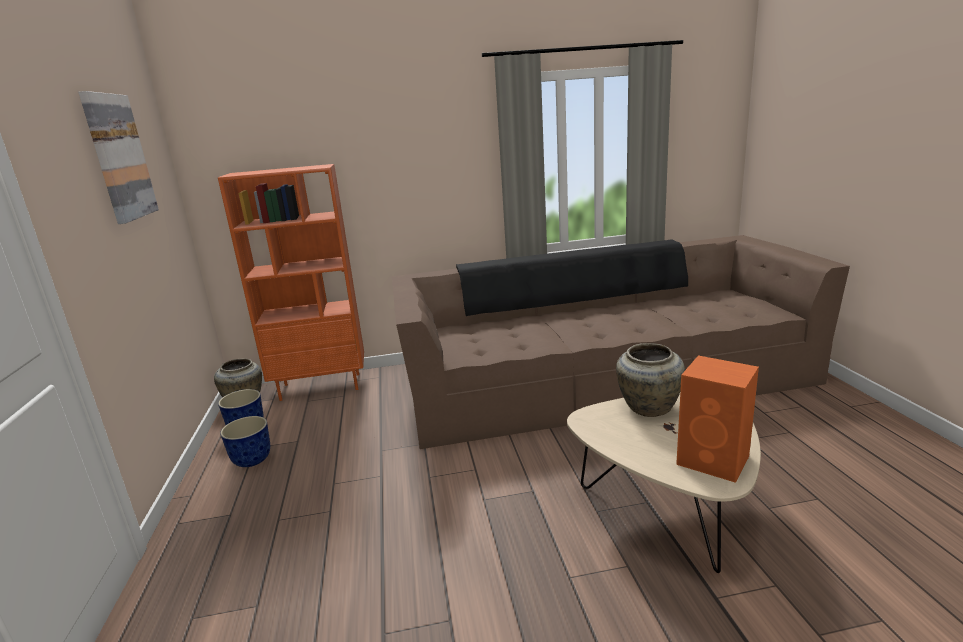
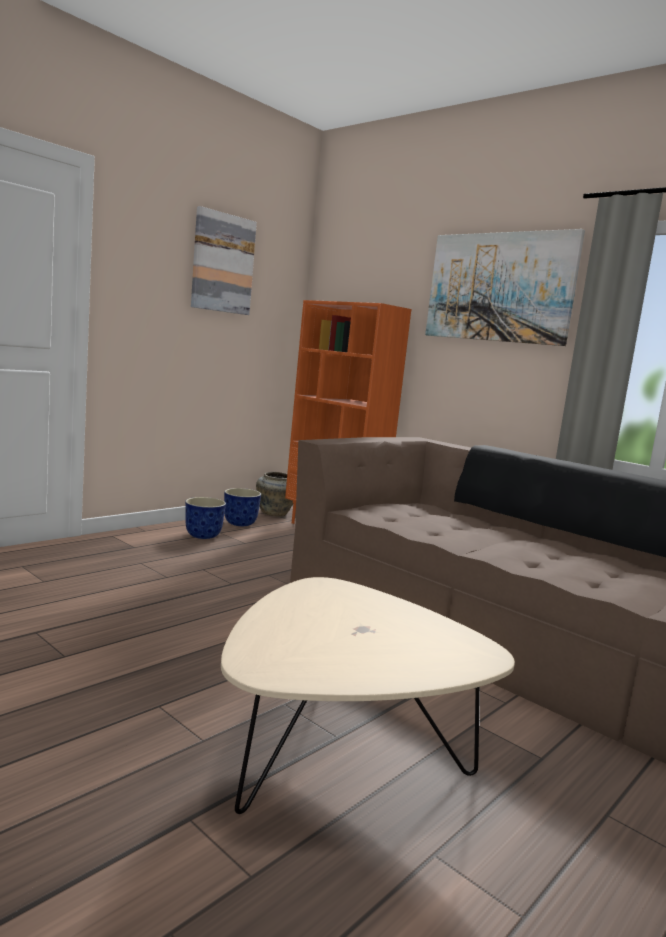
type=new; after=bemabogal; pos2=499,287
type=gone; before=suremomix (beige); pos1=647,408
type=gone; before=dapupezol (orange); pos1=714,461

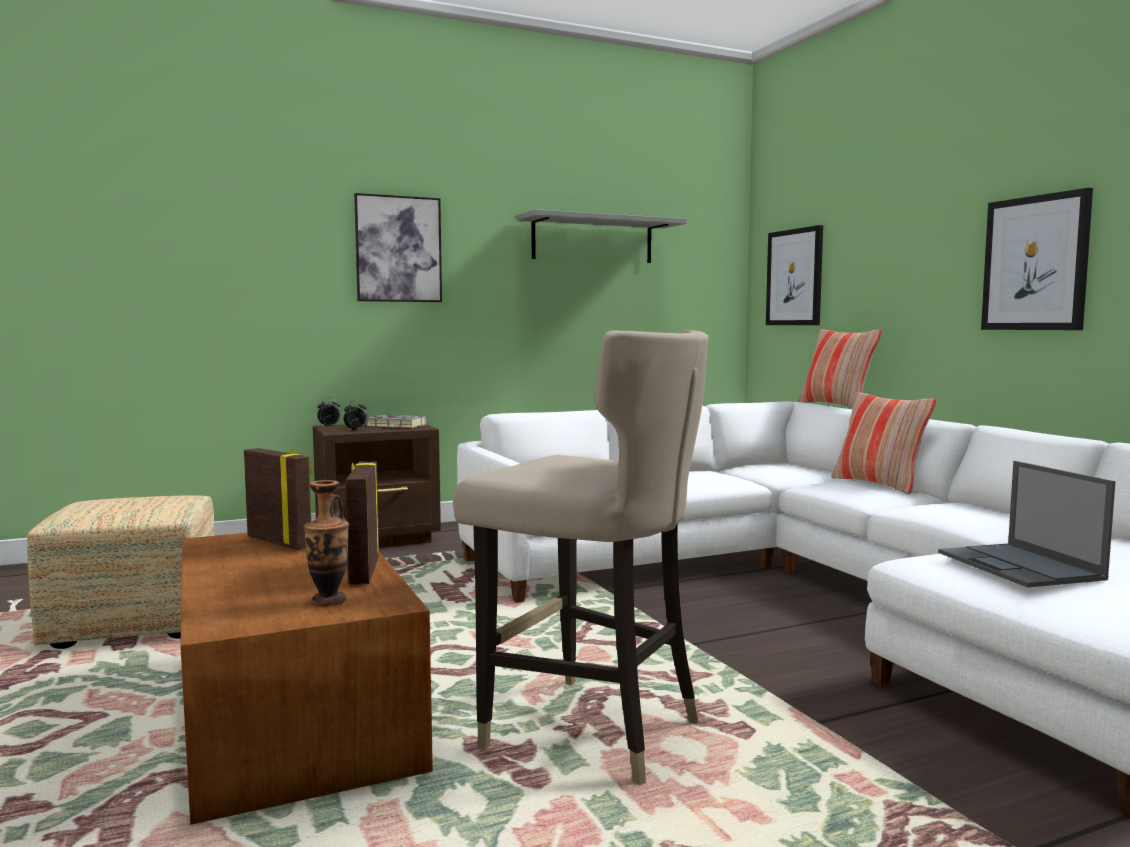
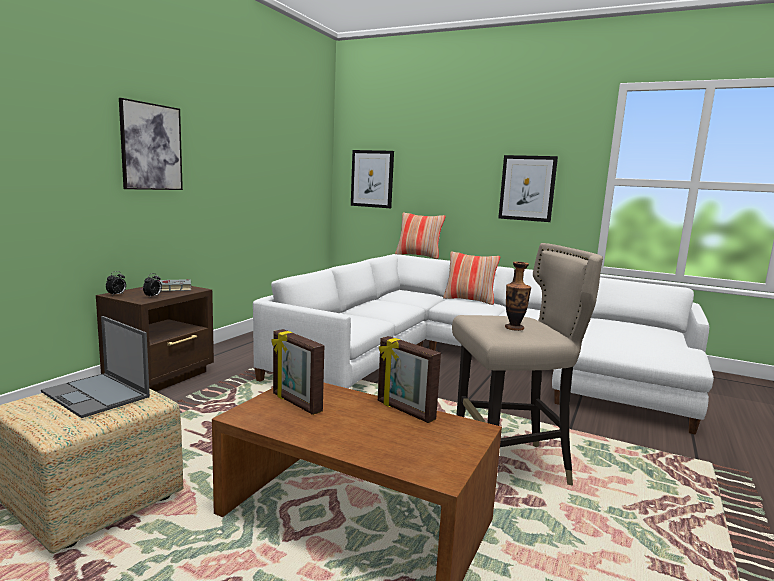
type=shifted; before=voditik; pos1=1020,566; pos2=97,395
type=rotated; before=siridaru; pos1=280,542; pos2=296,403; turn=-135
type=shifted; before=suremomix; pos1=328,601; pos2=514,328
type=gone; before=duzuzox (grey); pos1=592,240

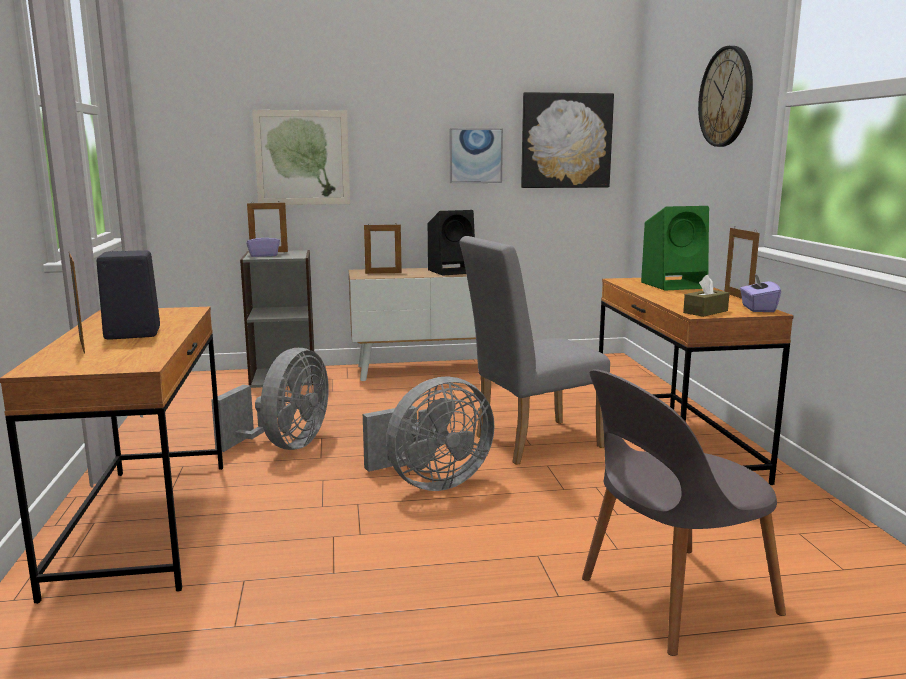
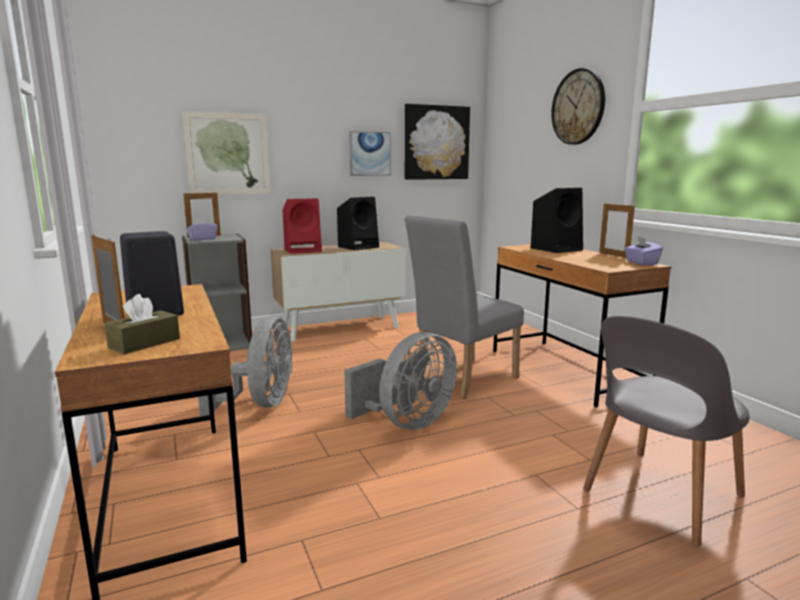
type=shifted; before=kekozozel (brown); pos1=705,312; pos2=144,343
type=swapped; before=siridaru; after=dapupezol (red); pos1=383,273; pos2=304,250
type=repainted; before=dapupezol (green); after=dapupezol (black); pos1=675,285; pos2=557,249

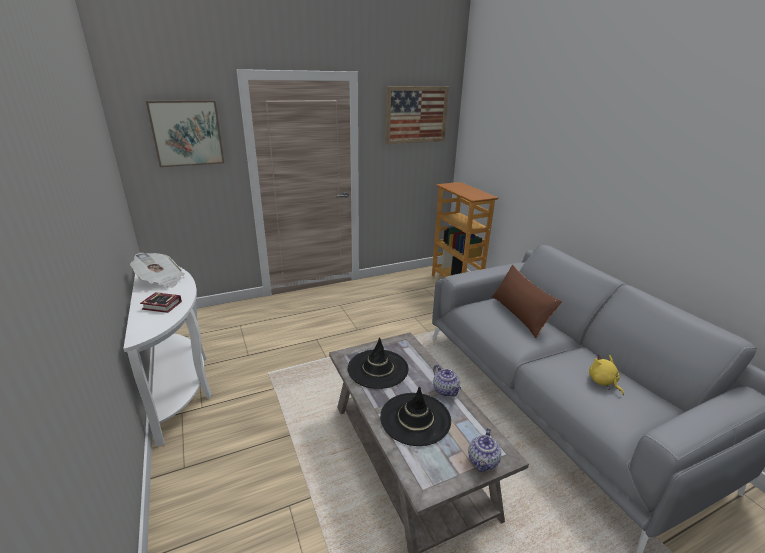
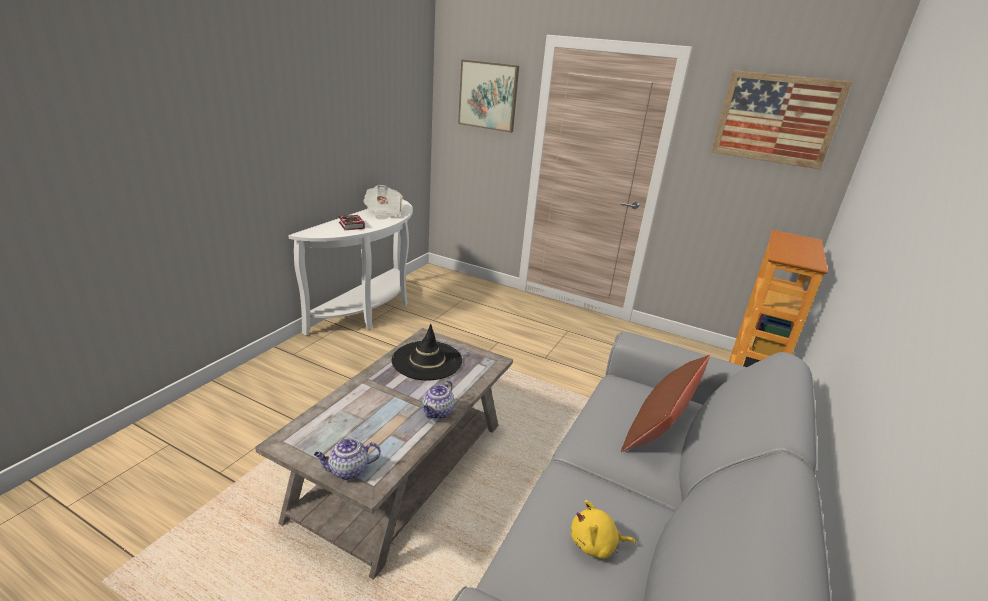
type=rotated; before=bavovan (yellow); pos1=603,382; pos2=596,544; turn=-120
type=gone; before=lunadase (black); pos1=415,418

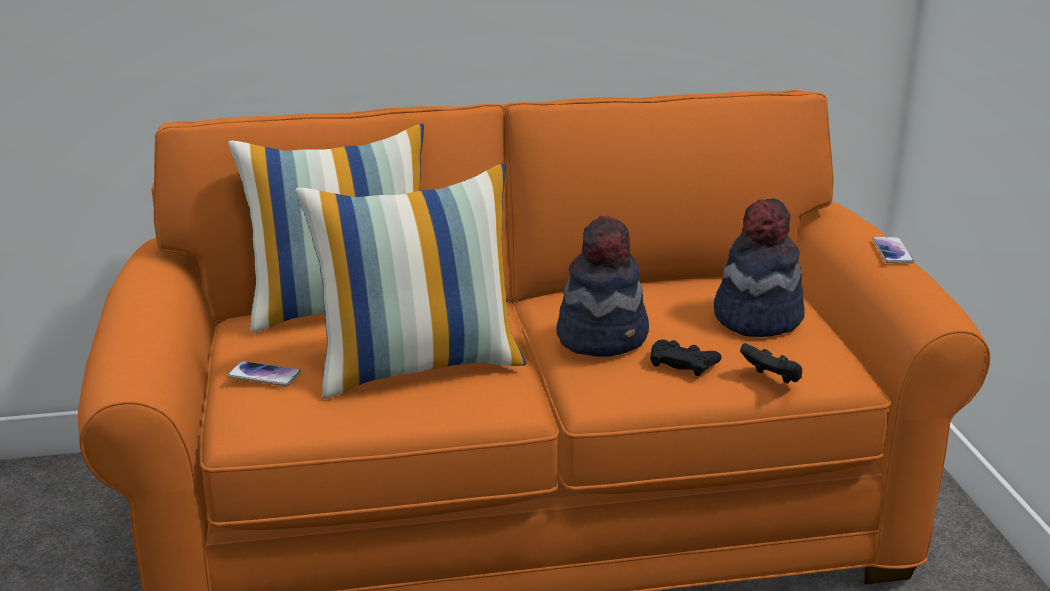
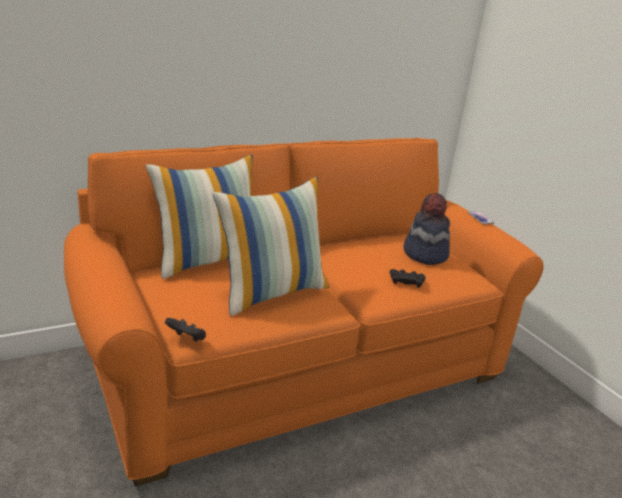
type=shifted; before=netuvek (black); pos1=772,379; pos2=187,339
type=gone; before=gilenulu; pos1=264,375
type=gone; before=lunadase; pos1=603,336

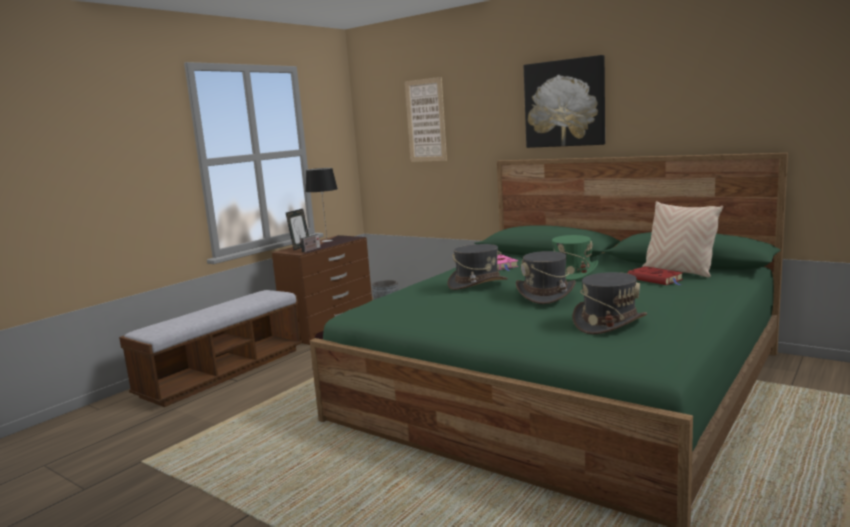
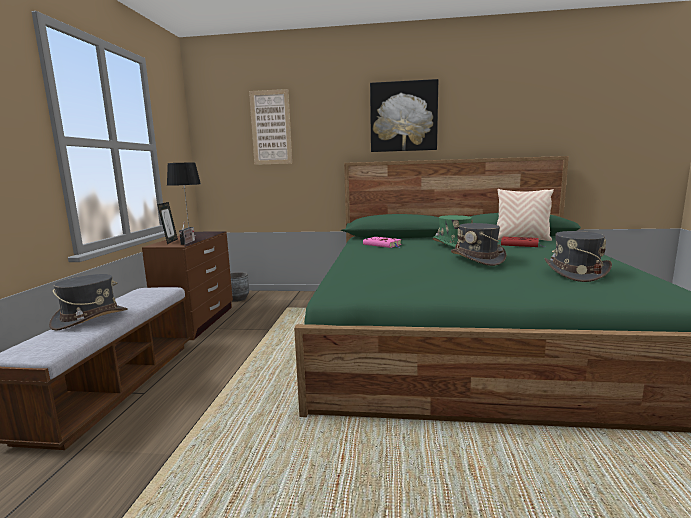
type=shifted; before=lunadase (grey); pos1=477,284; pos2=90,318

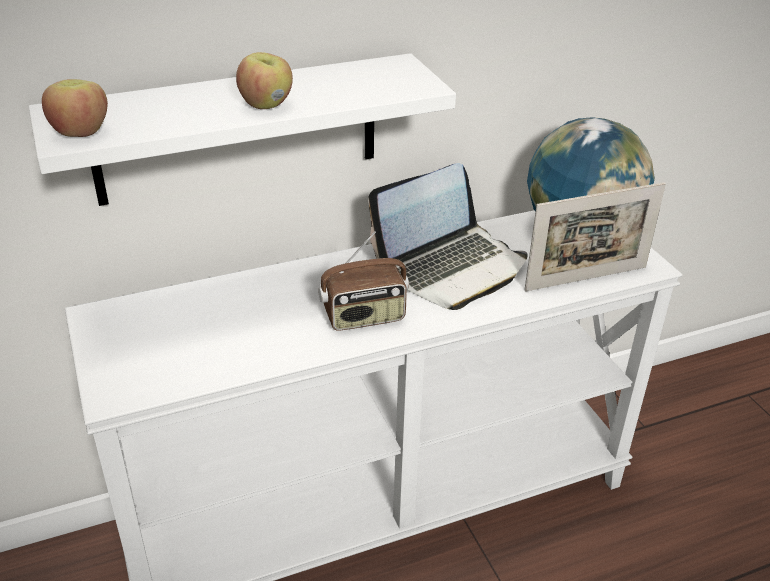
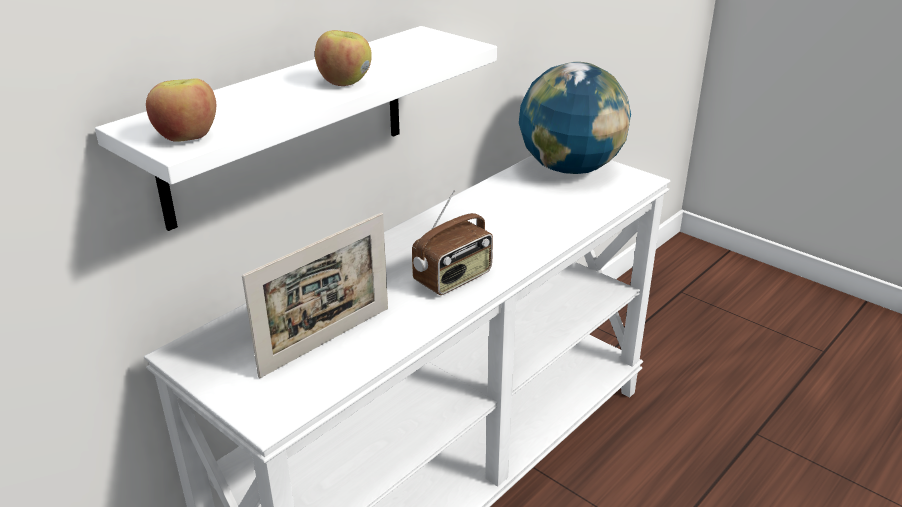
type=shifted; before=siridaru; pos1=586,278; pos2=326,341
type=gone; before=voditik; pos1=451,267

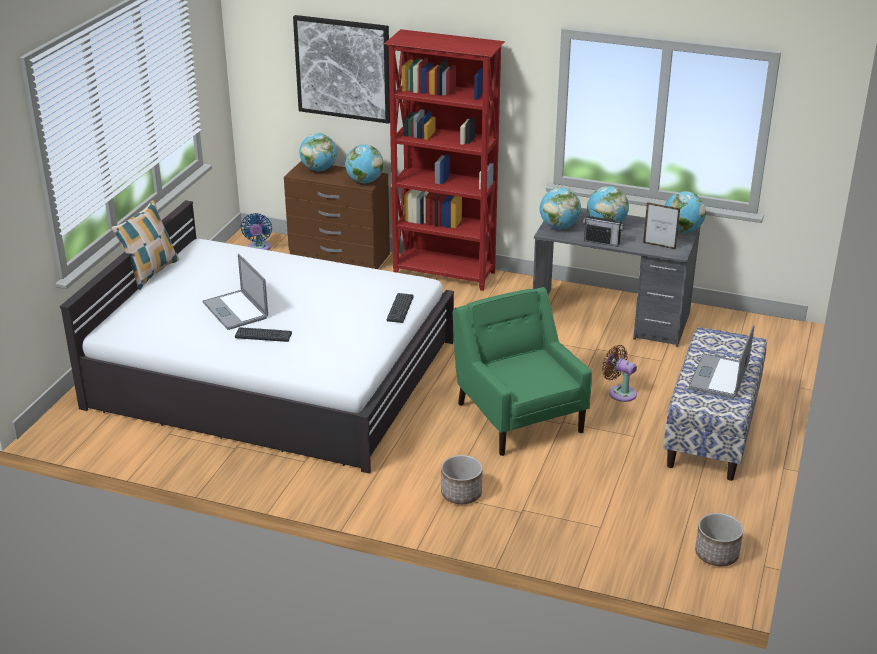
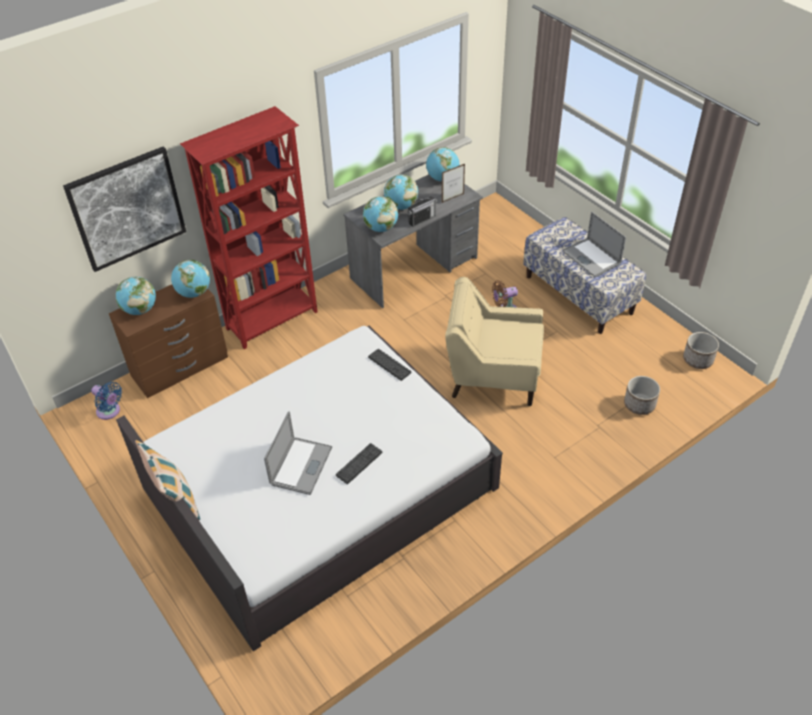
type=rotated; before=voditik; pos1=235,310; pos2=301,466; turn=-75
type=repainted; before=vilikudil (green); after=vilikudil (beige); pos1=519,416; pos2=492,374
type=shifted; before=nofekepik; pos1=461,494; pos2=639,404

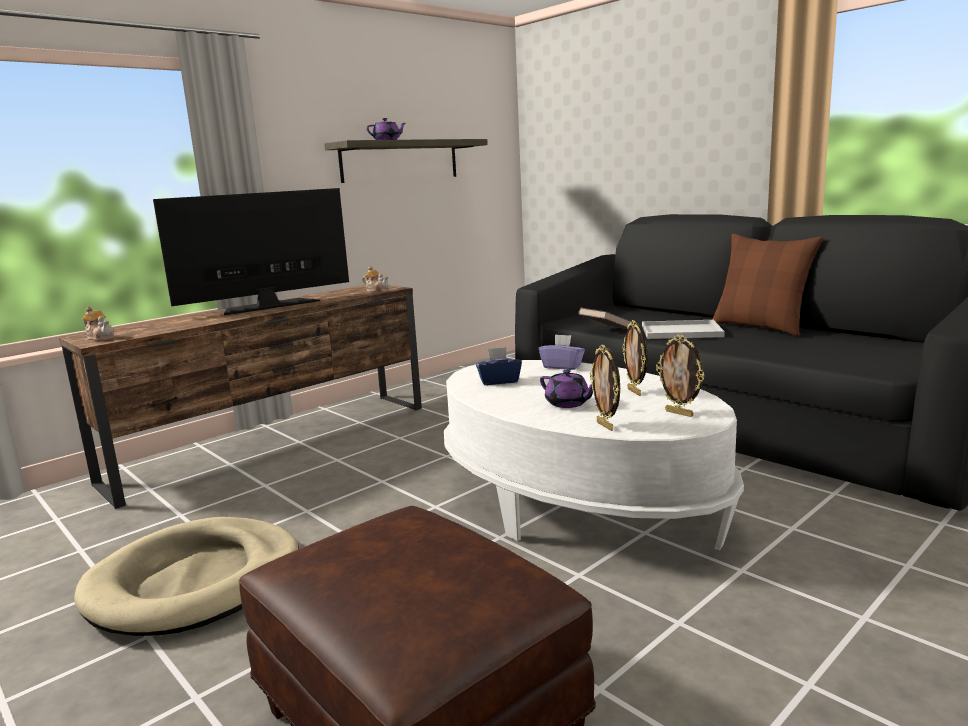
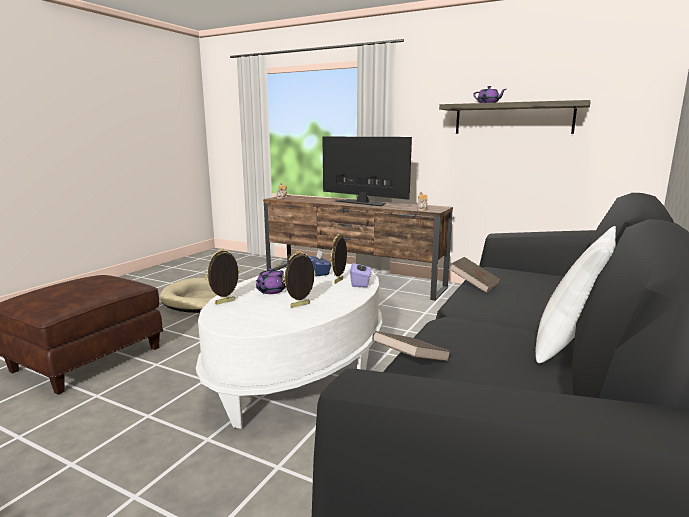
type=shifted; before=siridaru; pos1=679,413; pos2=339,281
type=new; after=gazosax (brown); pos2=411,362
type=repainted; before=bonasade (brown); after=bonasade (white); pos1=760,327; pos2=568,344
type=gone; before=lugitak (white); pos1=679,331

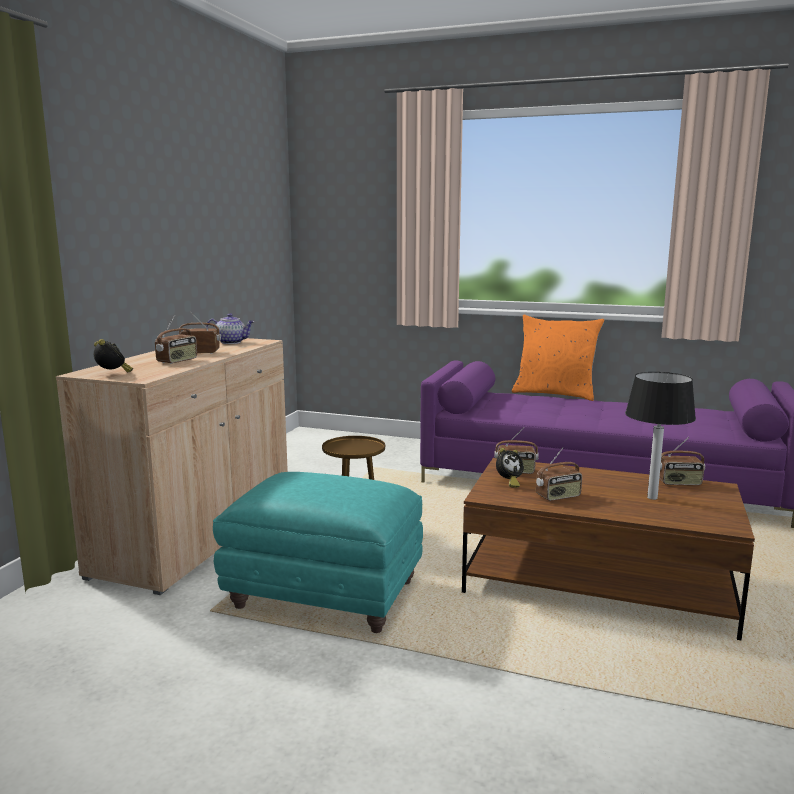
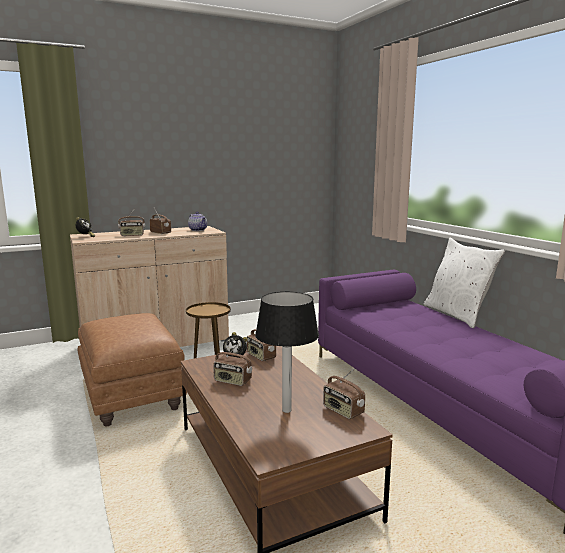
type=repainted; before=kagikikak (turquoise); after=kagikikak (brown); pos1=323,595; pos2=131,396
type=repainted; before=bonasade (orange); after=bonasade (white); pos1=555,394; pos2=457,314

